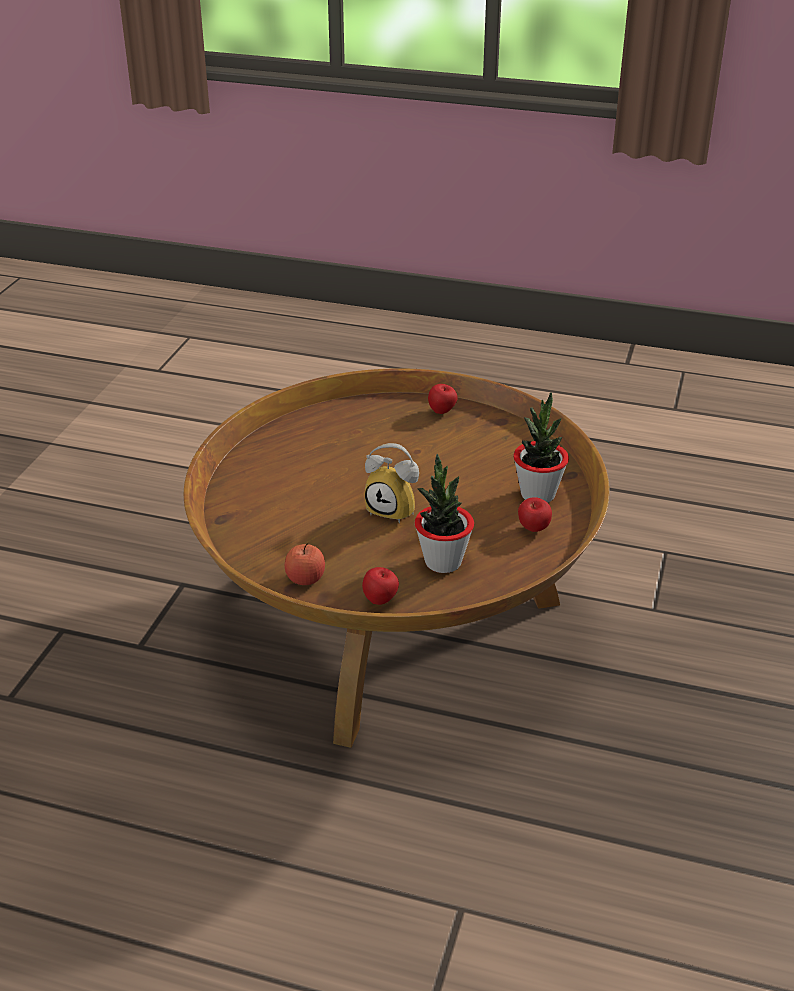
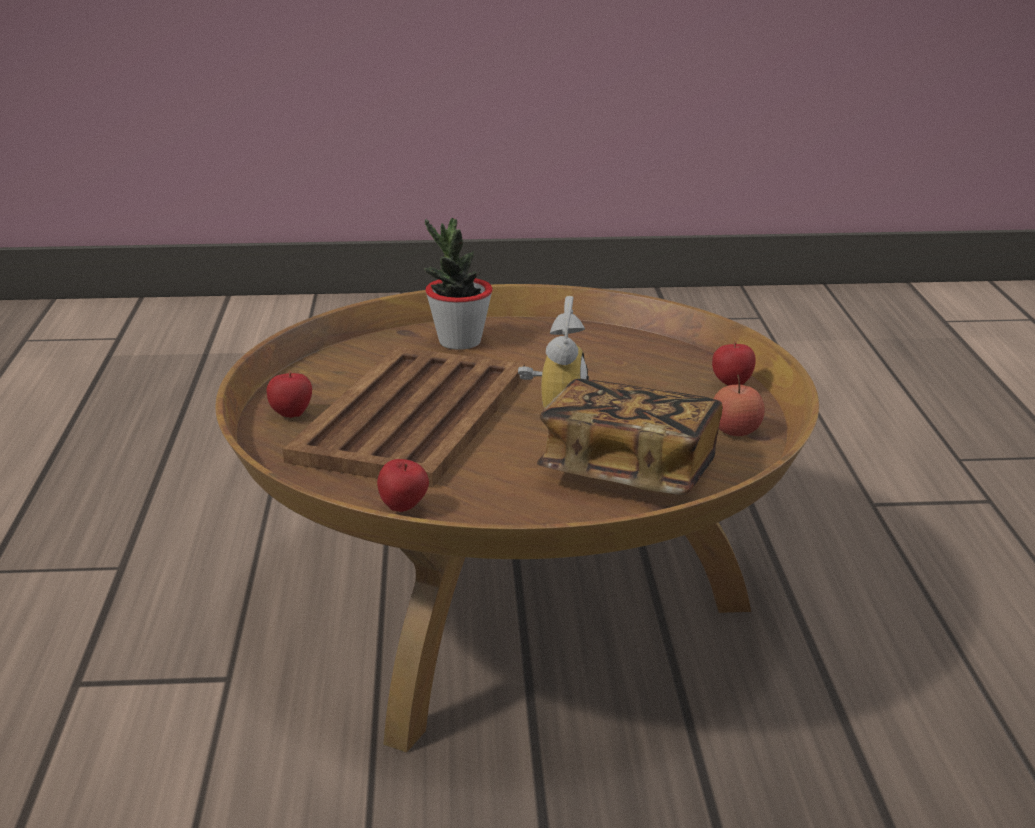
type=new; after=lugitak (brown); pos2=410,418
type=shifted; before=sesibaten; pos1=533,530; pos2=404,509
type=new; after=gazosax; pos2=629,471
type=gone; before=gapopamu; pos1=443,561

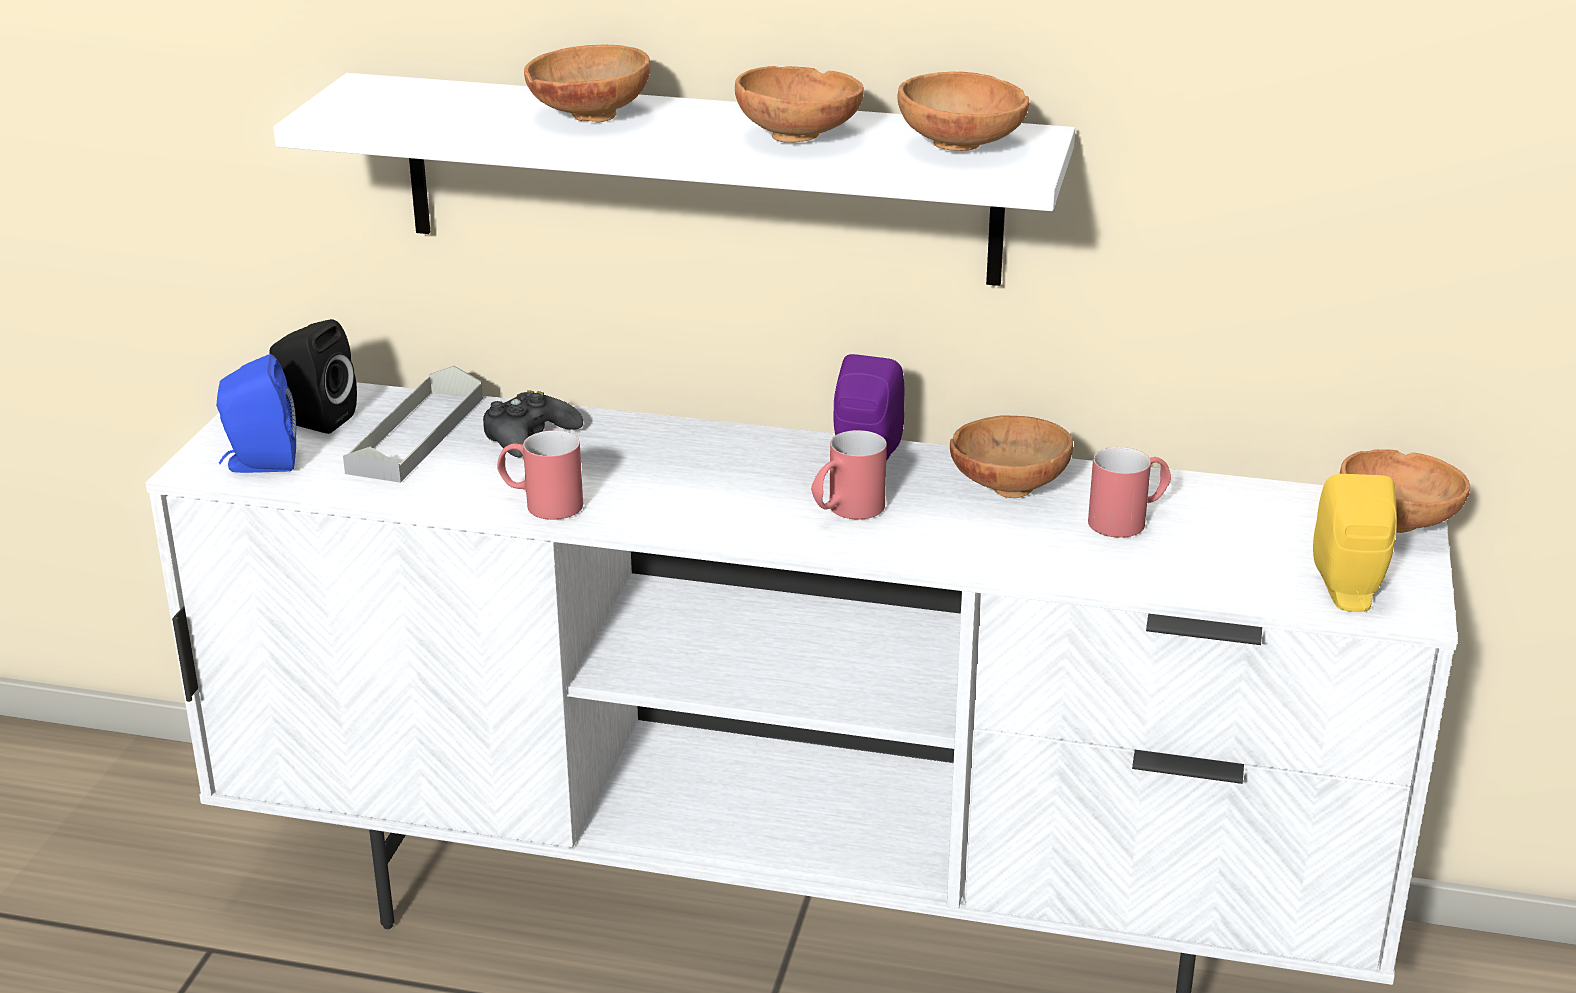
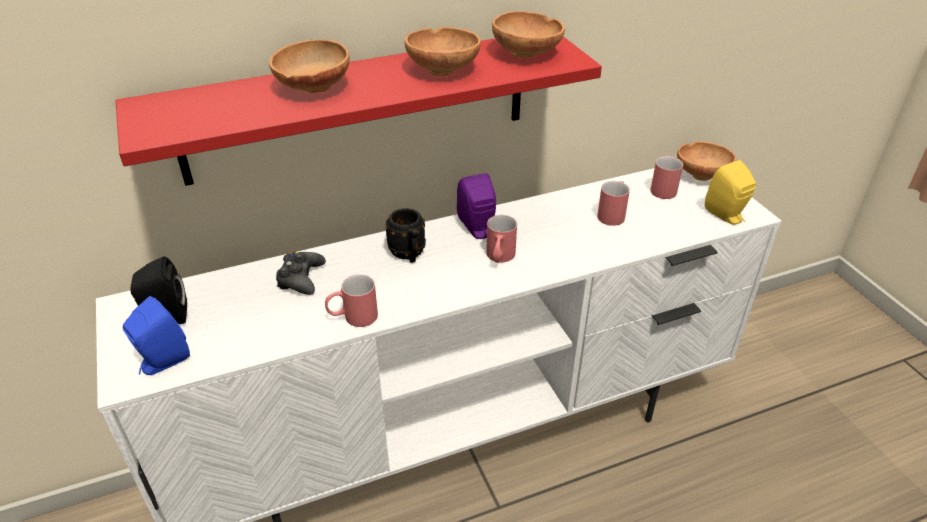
type=repainted; before=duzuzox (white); after=duzuzox (red); pos1=699,178; pos2=358,106
type=new; after=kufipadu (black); pos2=409,255
type=new; after=kufipadu (red); pos2=663,188
type=gone; before=lugitak (grey); pos1=416,435
type=gone; before=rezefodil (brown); pos1=1007,485

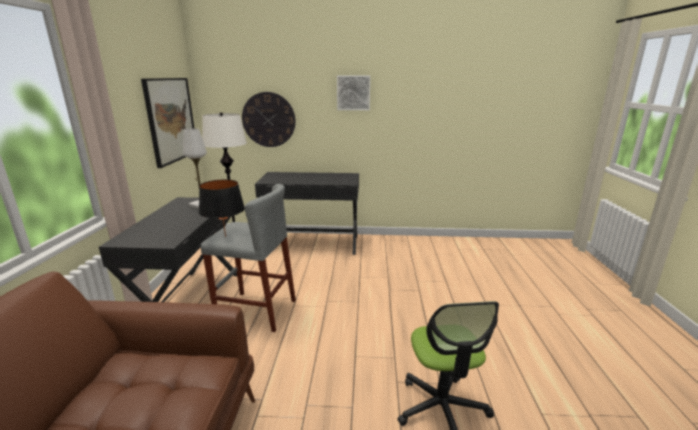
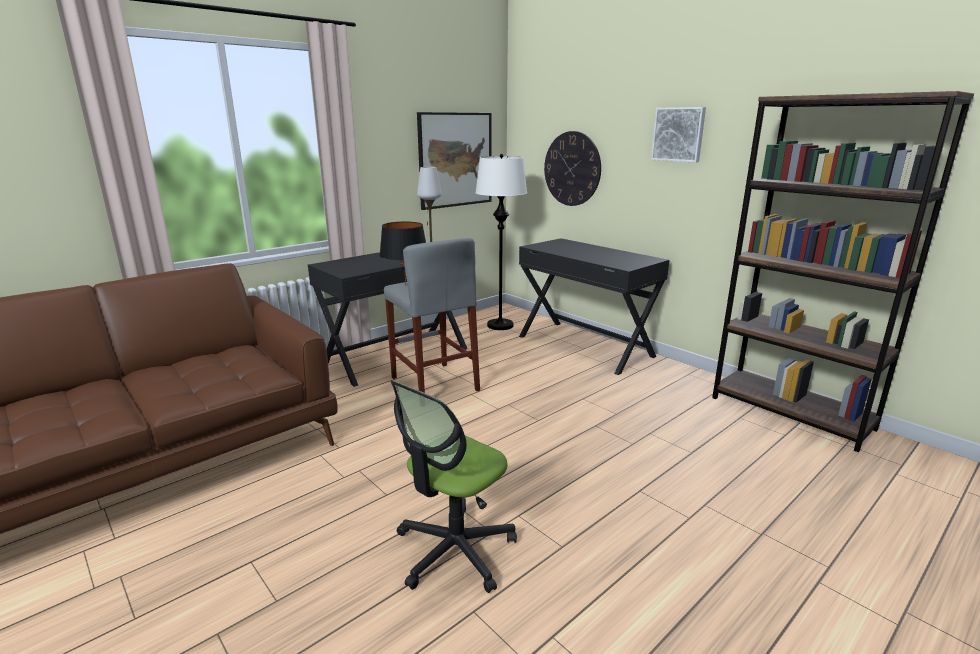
type=new; after=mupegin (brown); pos2=791,413

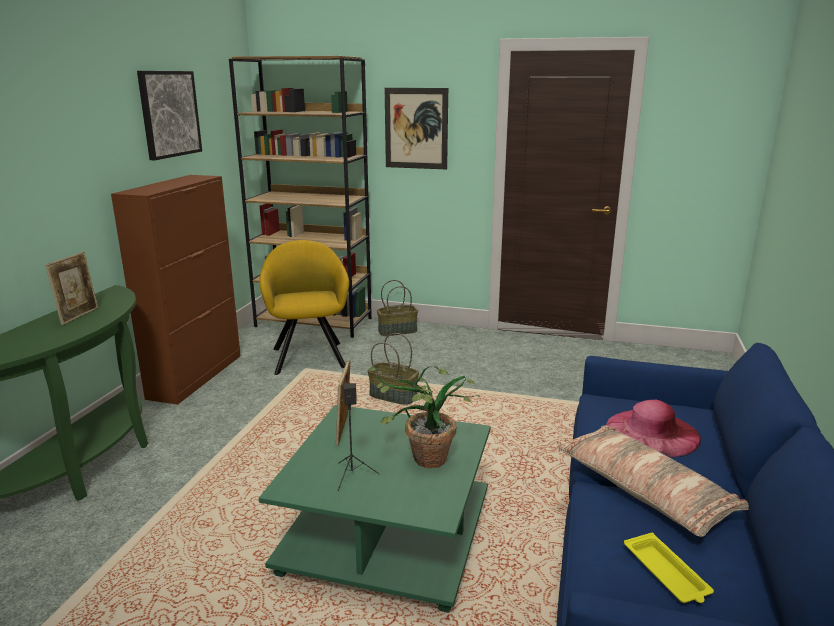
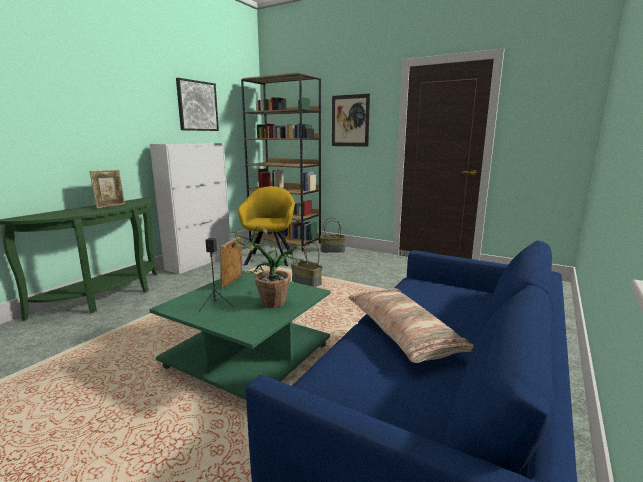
type=repainted; before=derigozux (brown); after=derigozux (white); pos1=196,376; pos2=200,262
type=gone; before=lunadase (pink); pos1=652,432
type=gone; before=lugitak (yellow); pos1=666,573

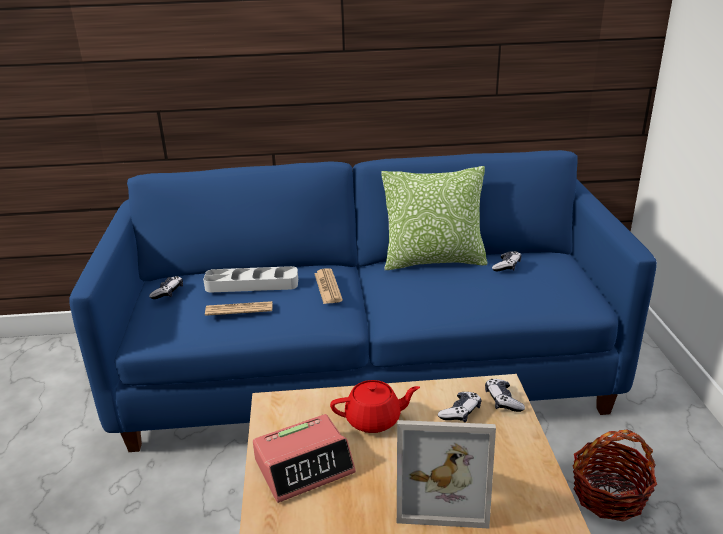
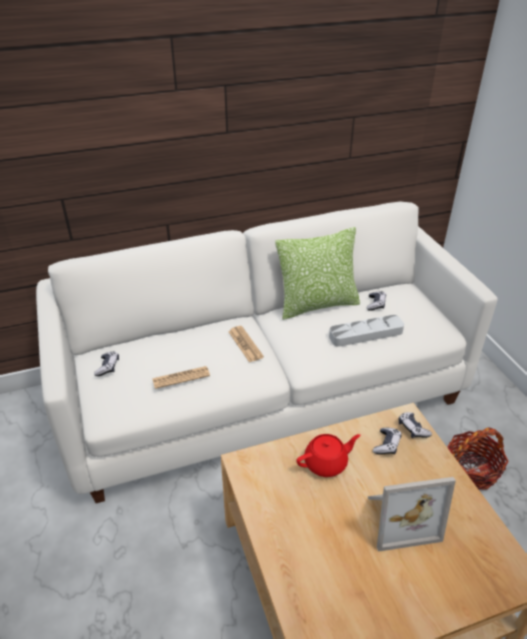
type=repainted; before=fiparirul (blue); after=fiparirul (white); pos1=365,370; pos2=263,394
type=shifted; before=lugitak (grey); pos1=252,284; pos2=366,334
type=gone; before=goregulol; pos1=304,466

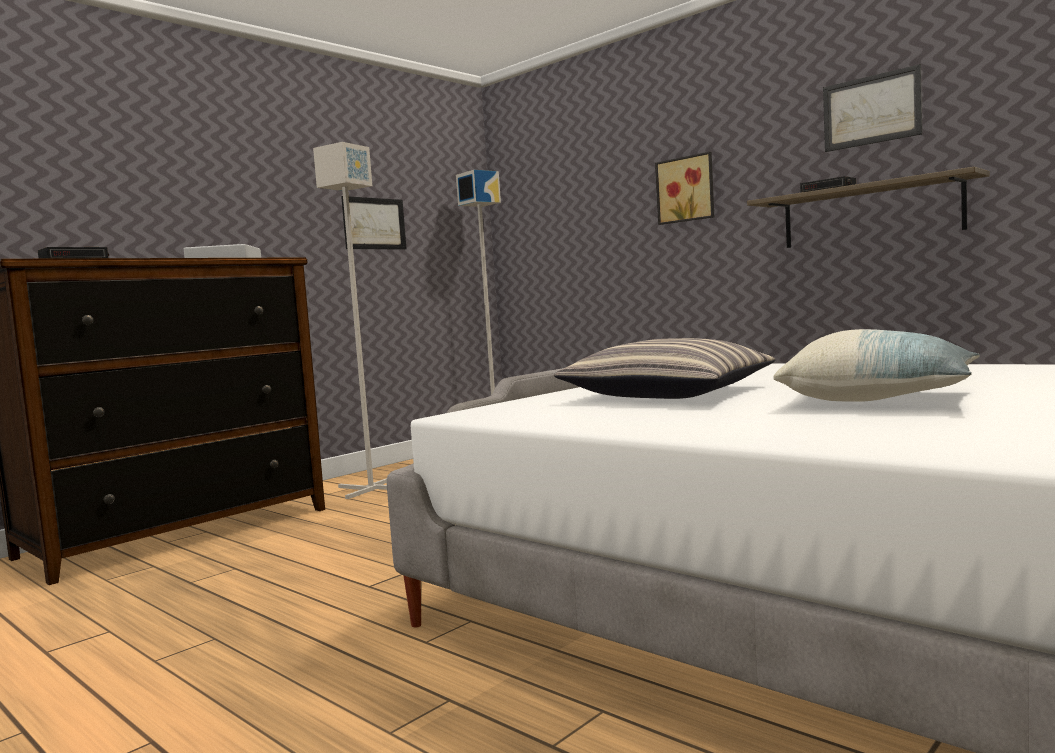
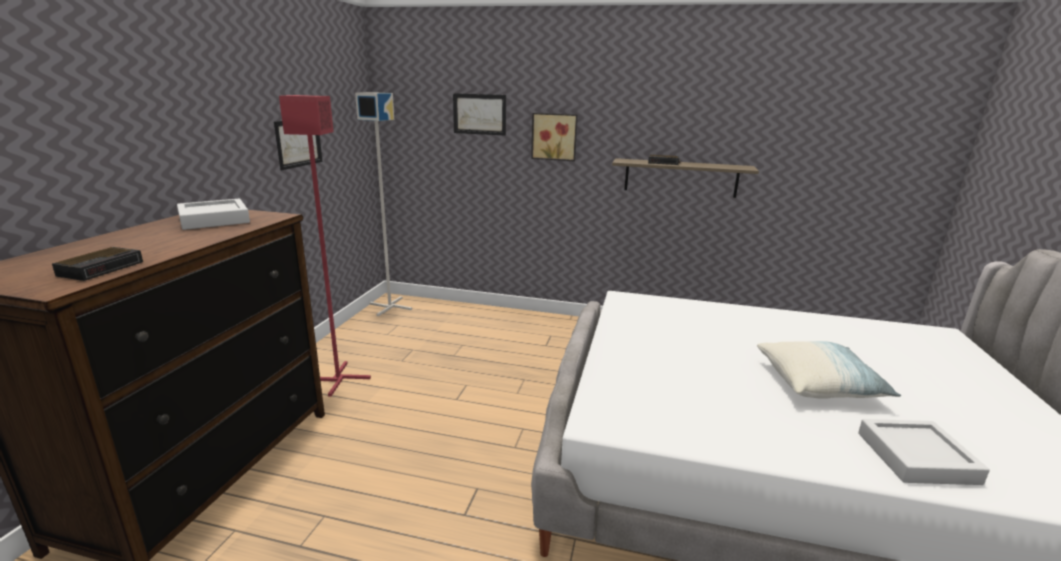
type=repainted; before=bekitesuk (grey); after=bekitesuk (red); pos1=371,489; pos2=338,379
type=shifted; before=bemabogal; pos1=871,110; pos2=479,114
type=new; after=lugitak (grey); pos2=916,457
type=gone; before=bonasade; pos1=668,394

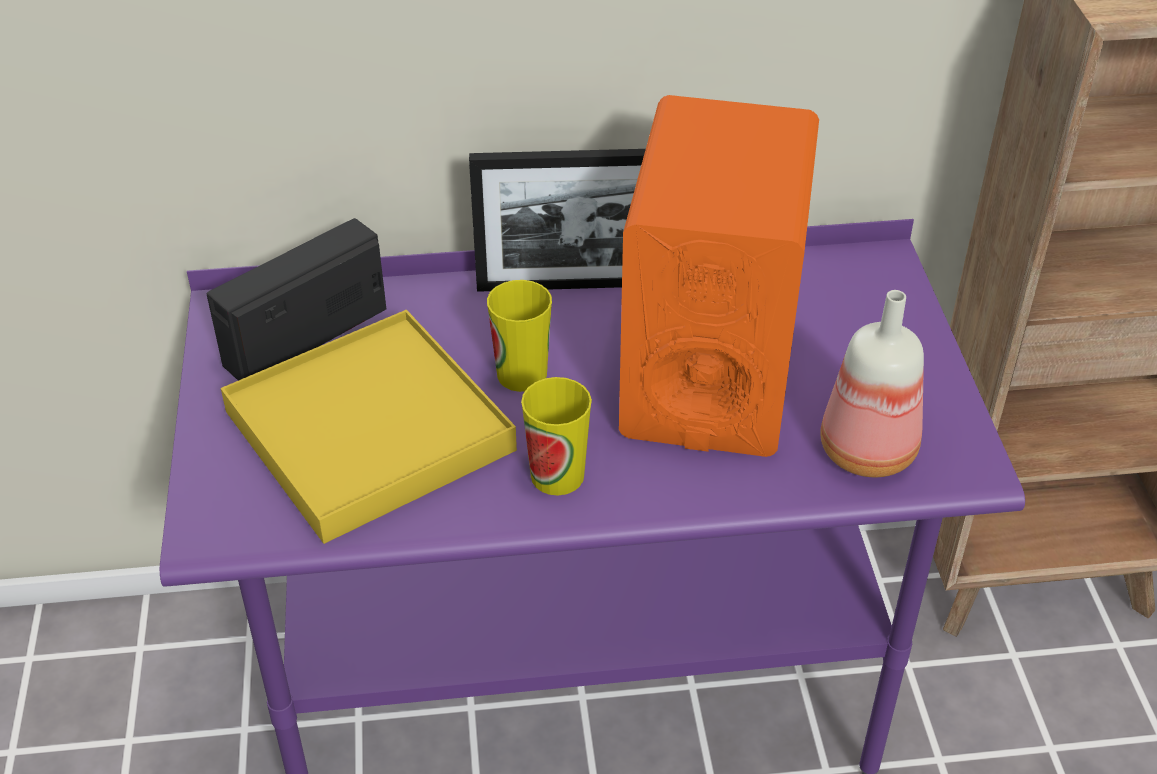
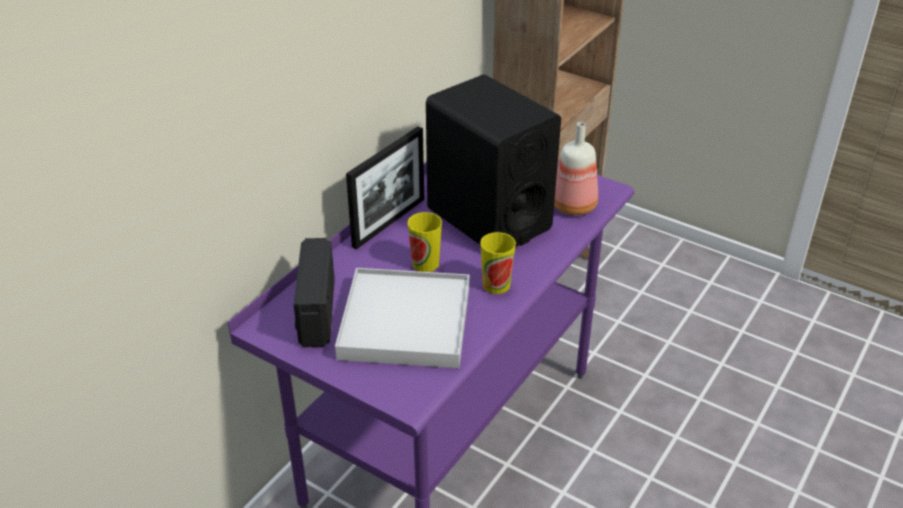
type=repainted; before=lugitak (yellow); after=lugitak (white); pos1=369,432; pos2=405,323
type=repainted; before=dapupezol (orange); after=dapupezol (black); pos1=709,375; pos2=488,218

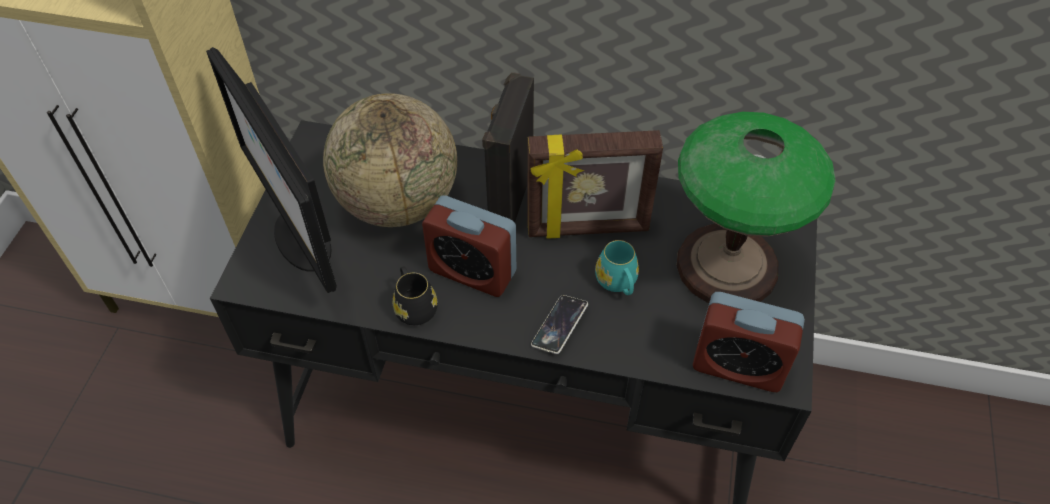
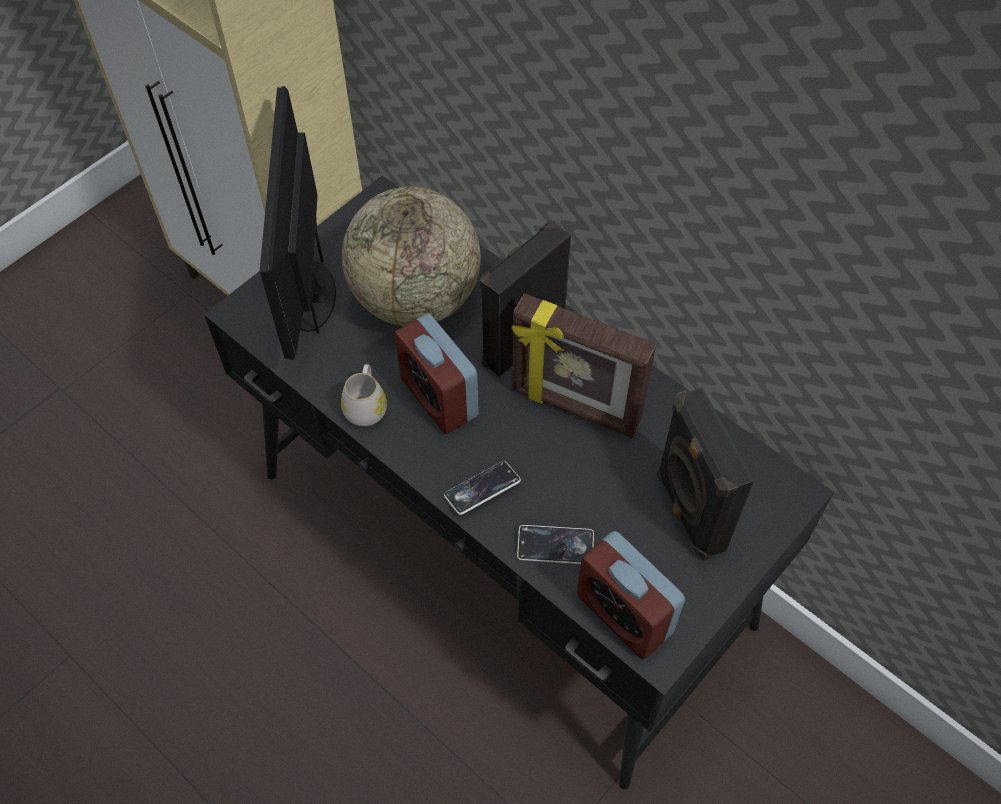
type=repainted; before=kufipadu (black); after=kufipadu (white); pos1=414,306; pos2=366,406
type=new; after=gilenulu; pos2=555,547
type=swapped; before=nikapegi; after=dapupezol (black); pos1=728,266; pos2=687,512
type=gone; before=kufipadu (turquoise); pos1=618,283

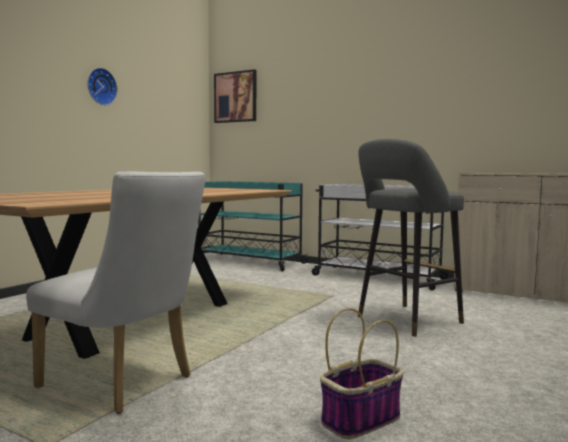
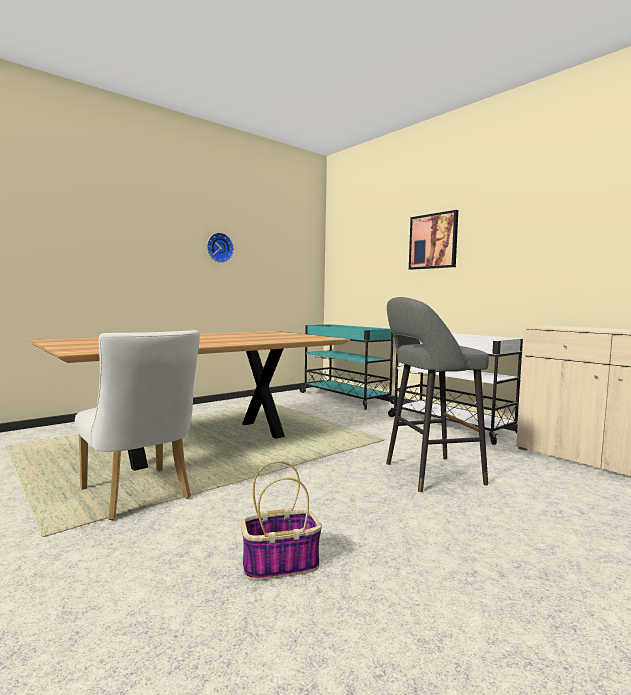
type=shifted; before=bemabogal; pos1=235,97; pos2=433,241

